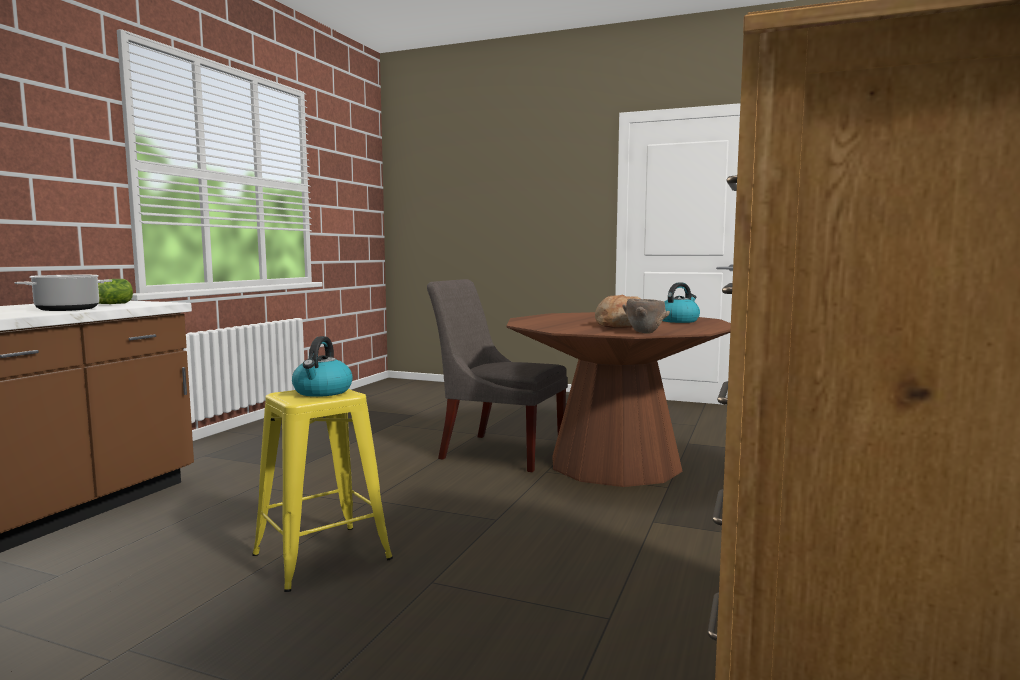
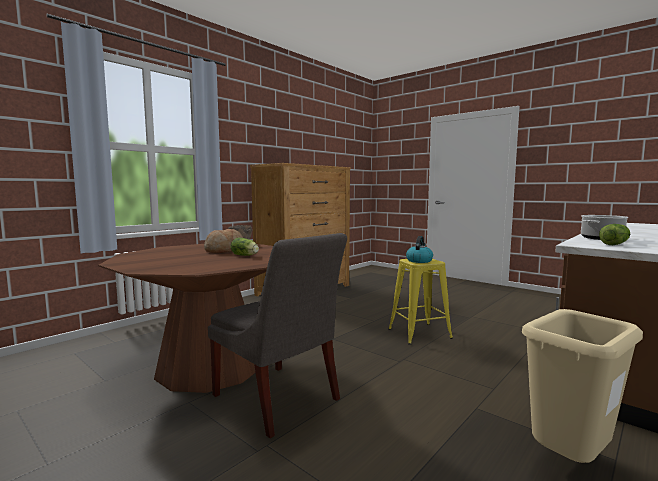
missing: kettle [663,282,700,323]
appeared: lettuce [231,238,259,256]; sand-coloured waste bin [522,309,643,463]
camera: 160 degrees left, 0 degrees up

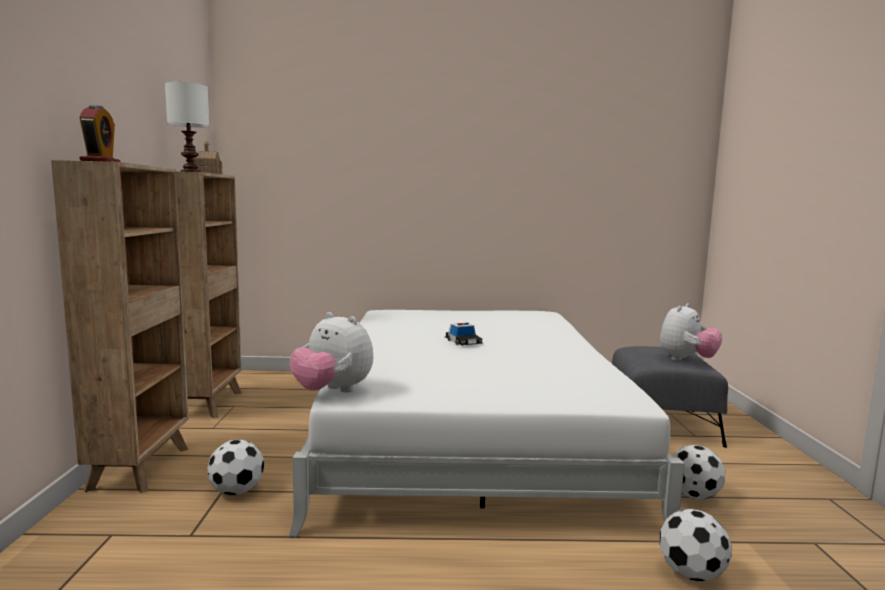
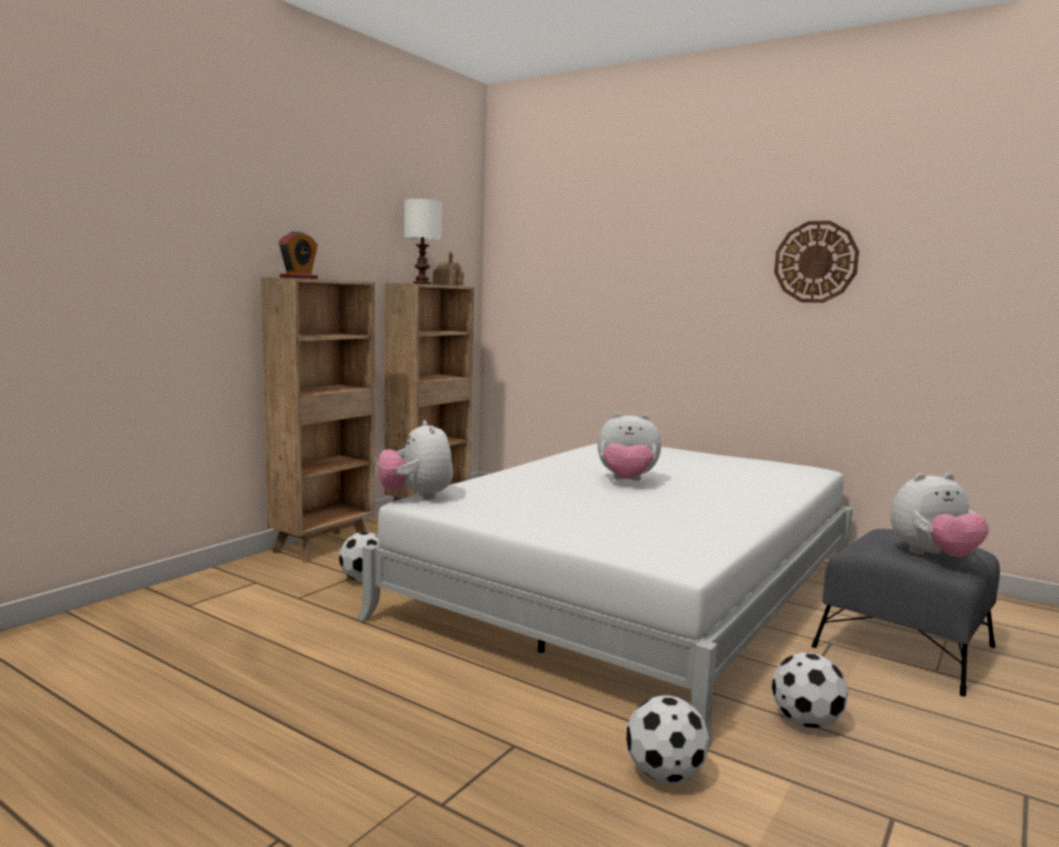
appeared: hanging clock [774,221,859,303]
exchanged: toy car [445,322,483,346] to plush toy [598,412,661,481]
camera: 35 degrees right, 0 degrees up

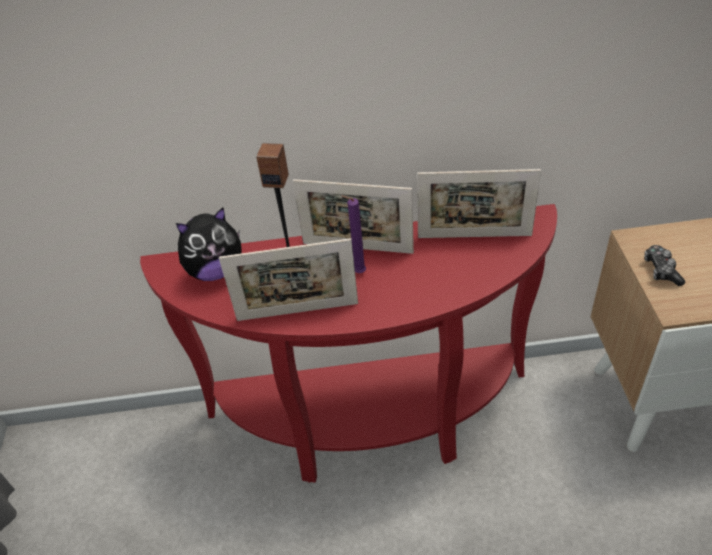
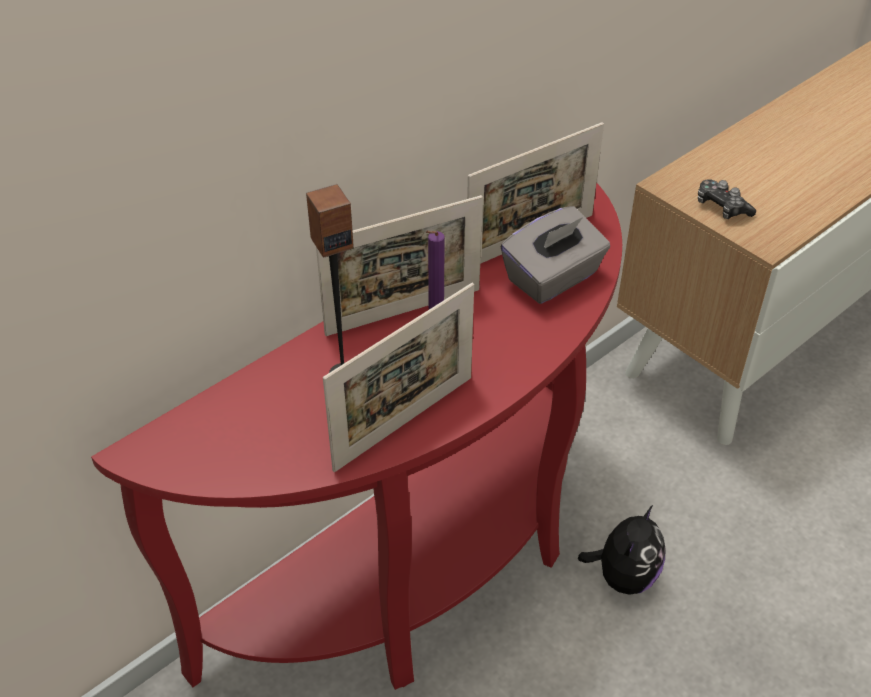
appeared: gray tissue holder [501,206,610,304]
relocated: plush toy [176,208,241,281] to [578,505,666,595]
camera: 40 degrees left, 0 degrees up

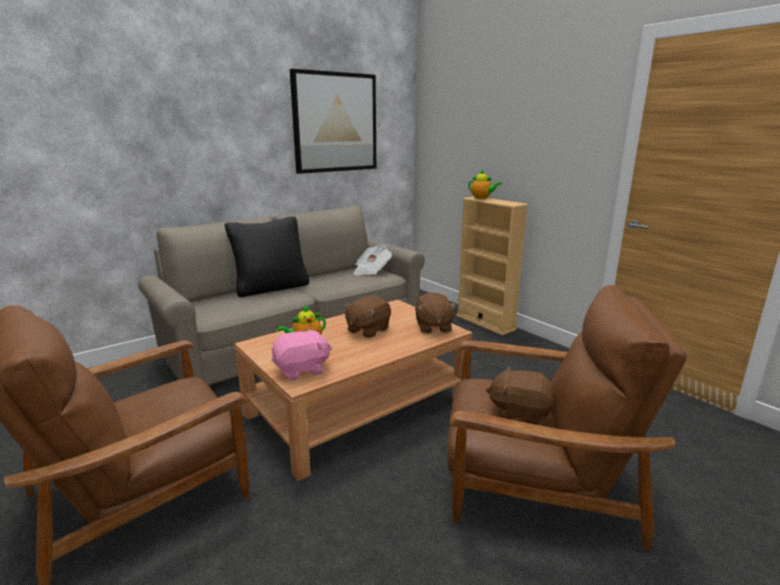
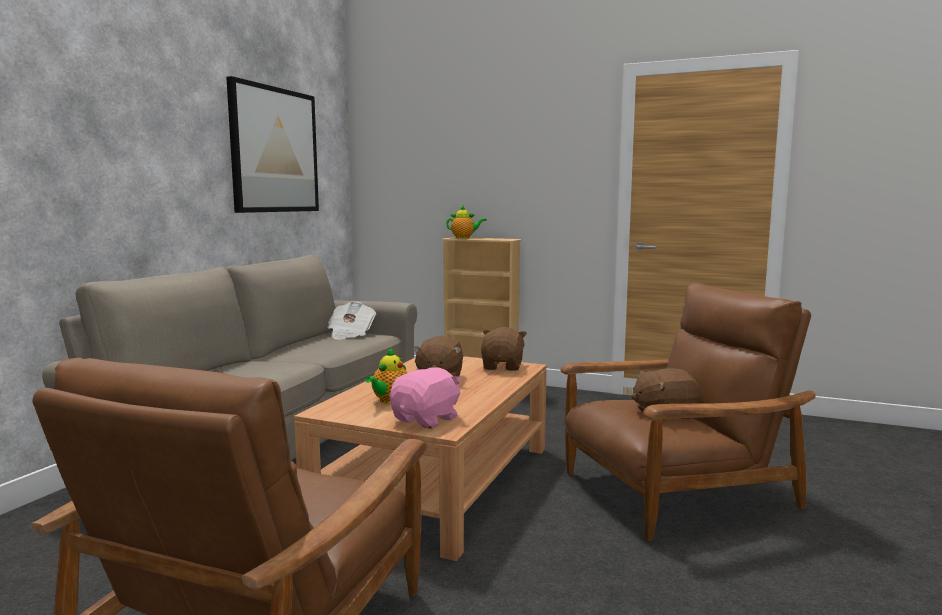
missing: blackish pillow [225,216,309,297]
spun: brown plush toy [415,292,457,333] = [481,327,527,371] 135 degrees counterclockwise
camera: 30 degrees left, 10 degrees down

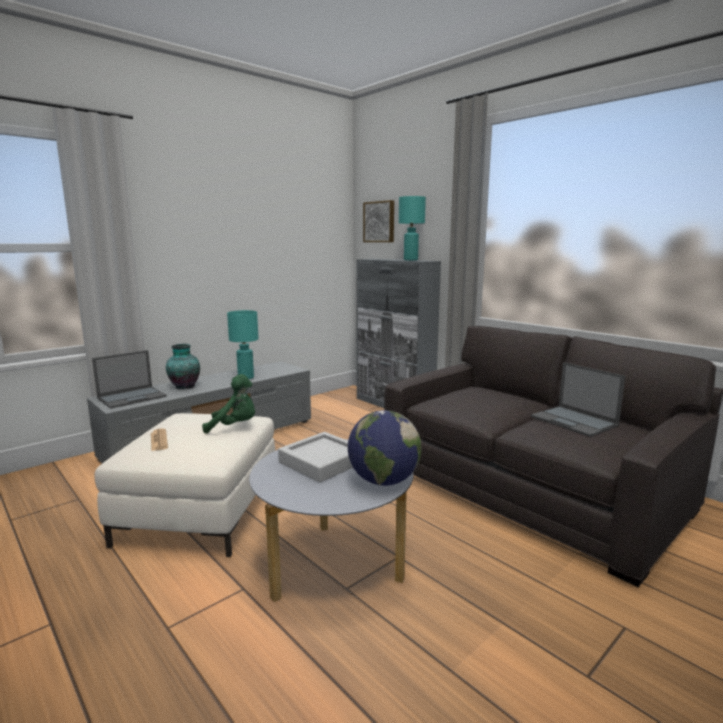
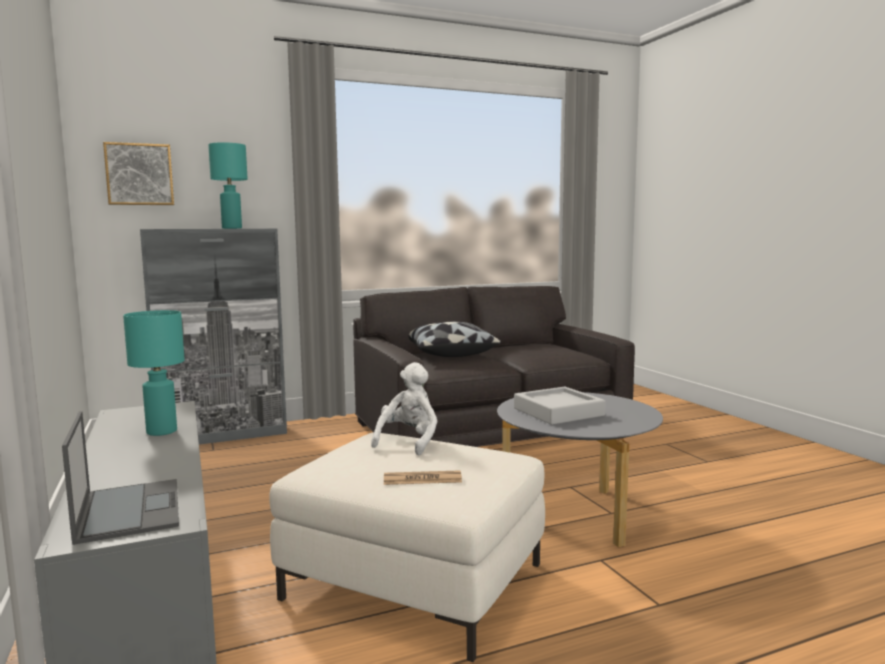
missing: decorative vase [166,344,200,389]; notebook computer [531,362,625,437]; desk globe [348,410,421,486]
appeared: pillow [409,322,501,357]
colour: greenish plush toy [202,374,255,434] to whitish plush toy [371,362,438,456]
camera: 70 degrees left, 5 degrees down

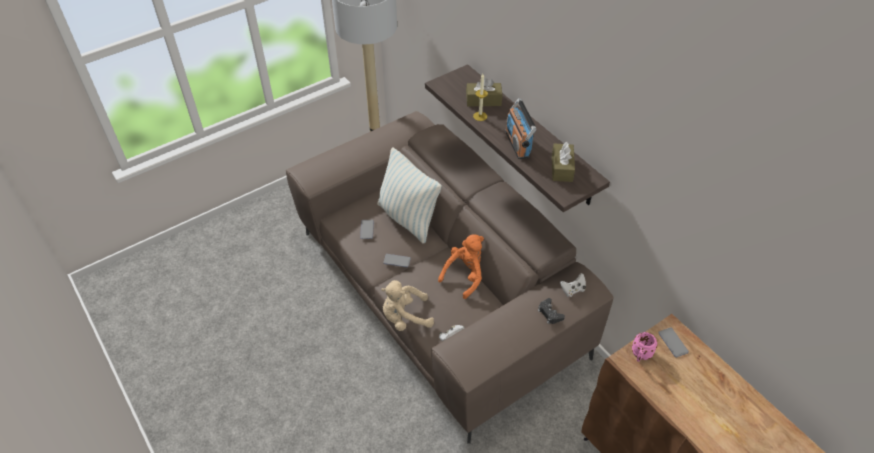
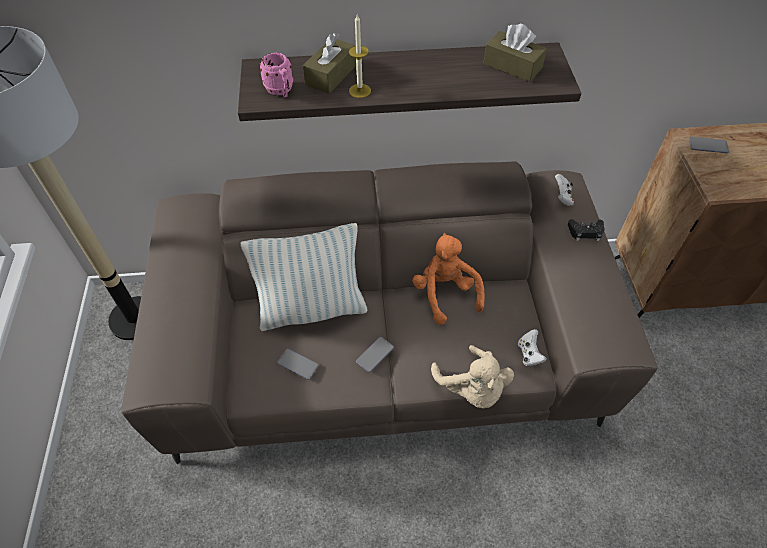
missing: radio [505,98,537,159]
relocated: pinkish mug [632,332,657,362] to [259,53,293,97]
spun: sand-coloured plush toy [381,280,434,331] = [431,345,514,408] 45 degrees counterclockwise
camera: 60 degrees left, 5 degrees up

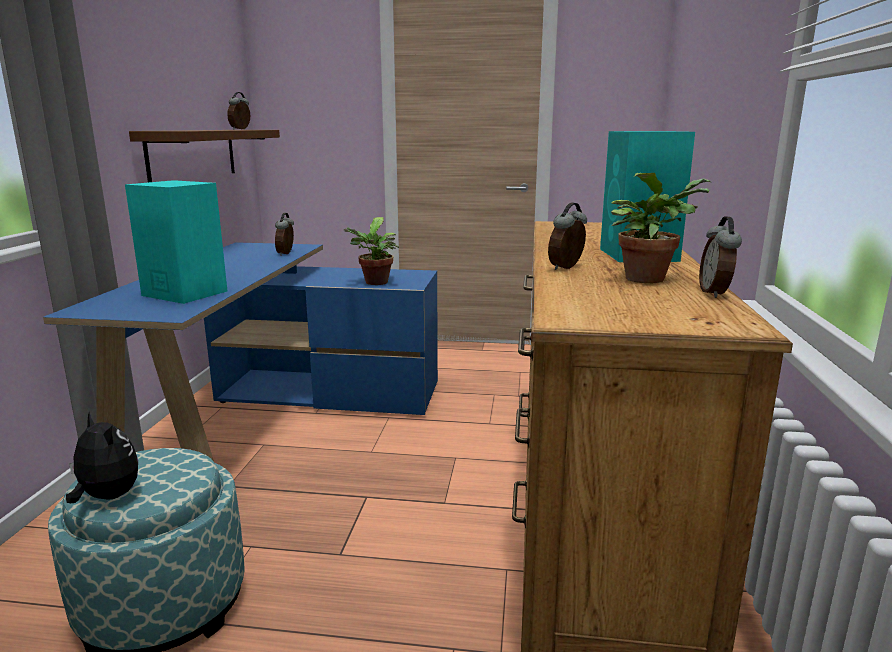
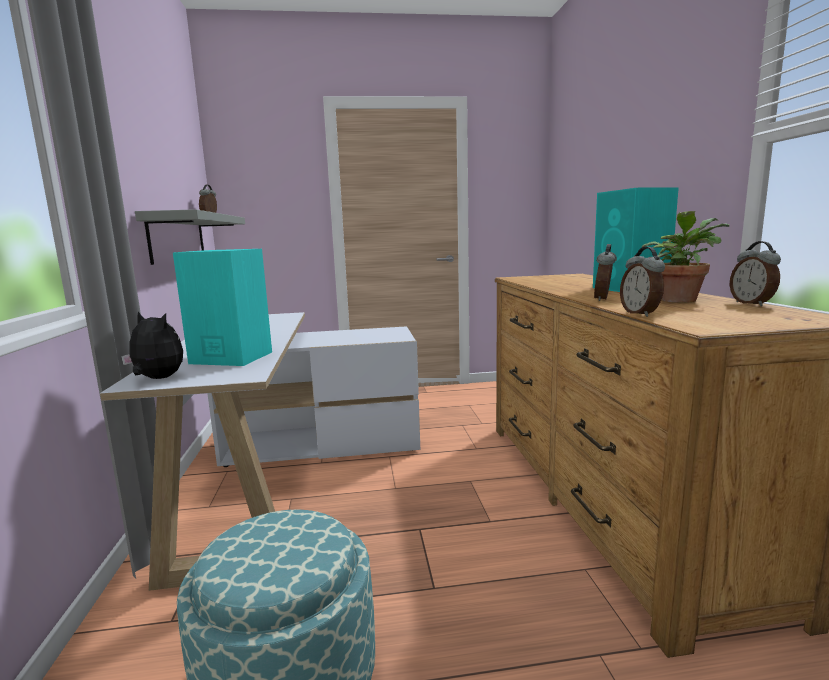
missing: potted plant [344,217,399,285]
relocated: bedside clock [275,213,294,256] to [620,247,665,317]; plush toy [66,412,138,503] to [121,311,183,379]
colour: brown bracket shelf [129,130,280,182] to gray bracket shelf [135,209,245,265]; blue desk [43,242,438,461] to whitish desk [100,312,420,591]
camera: 15 degrees left, 5 degrees down

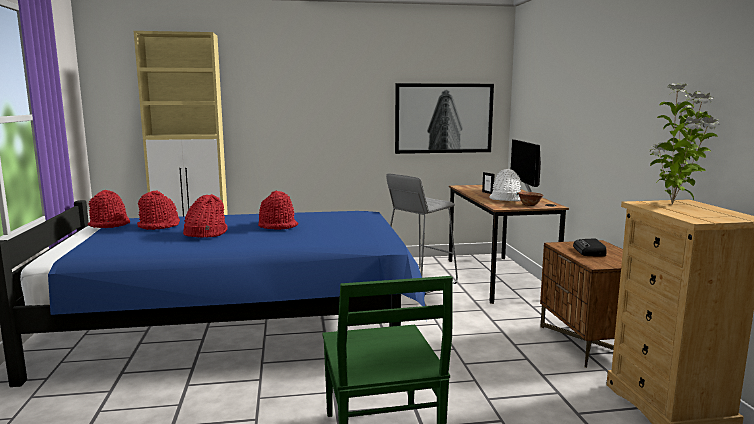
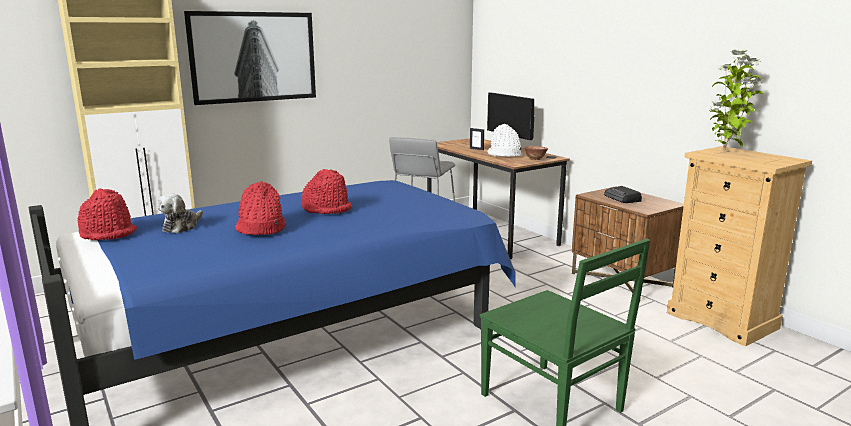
relocated: picture [395,83,494,154] to [184,11,316,105]
exchanged: reddish hat [137,190,180,230] to plush toy [157,193,203,233]
camera: 25 degrees left, 5 degrees up

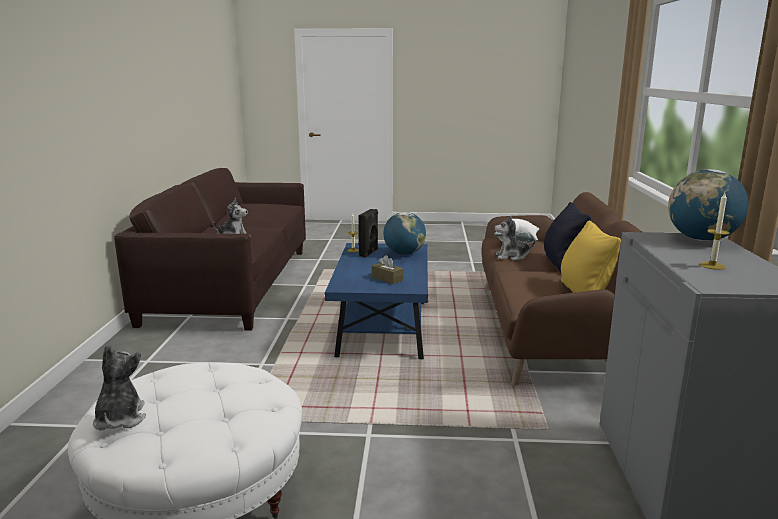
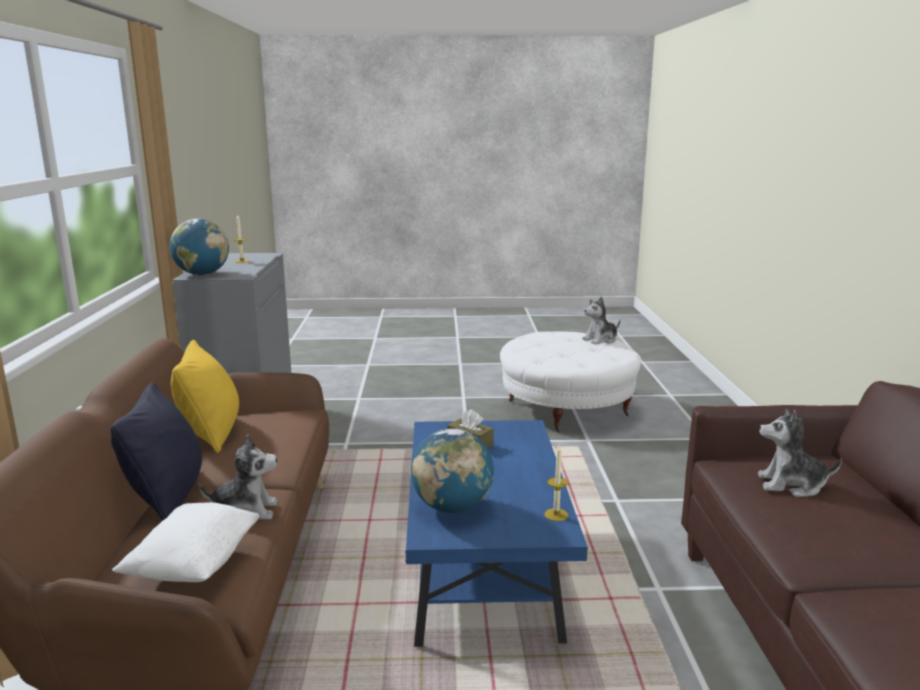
missing: blackish audio speaker [359,209,378,258]
spun: plush toy [93,345,146,431] = [582,297,620,345] 75 degrees clockwise
camera: 175 degrees right, 0 degrees up

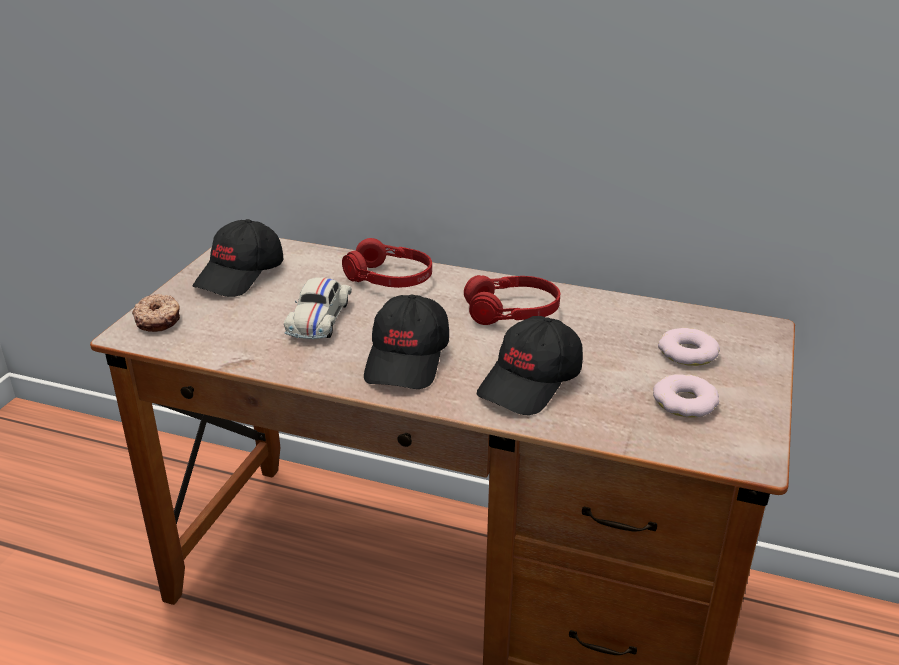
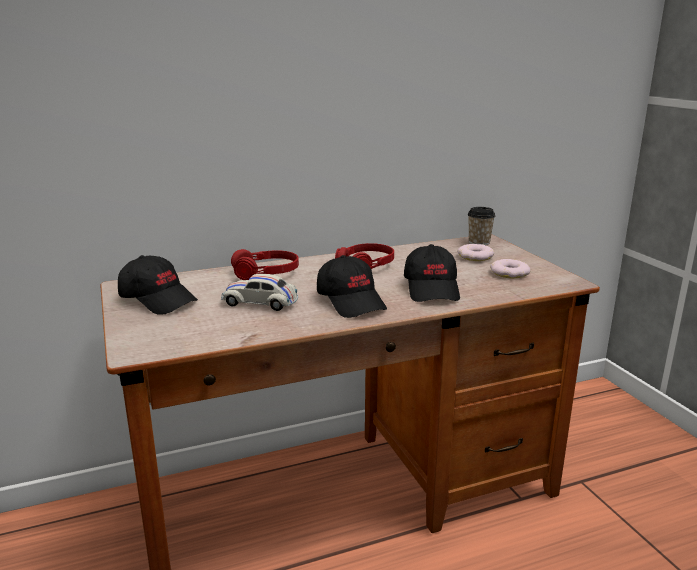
missing: ring doughnut [132,294,180,332]
appeared: small cup [468,207,495,245]
spun: blackish baseball cap [192,219,283,297] = [118,255,198,315] 45 degrees counterclockwise; whitish toy car [284,277,352,339] = [221,274,298,311] 135 degrees clockwise
camera: 40 degrees left, 10 degrees down

